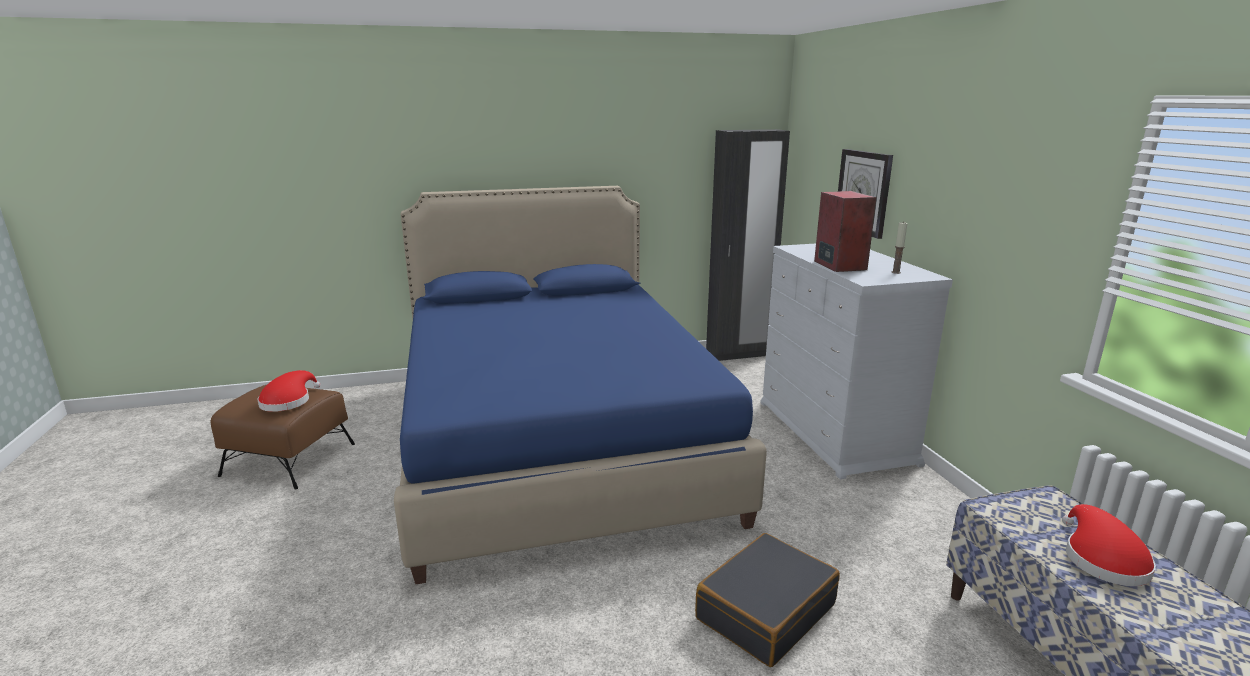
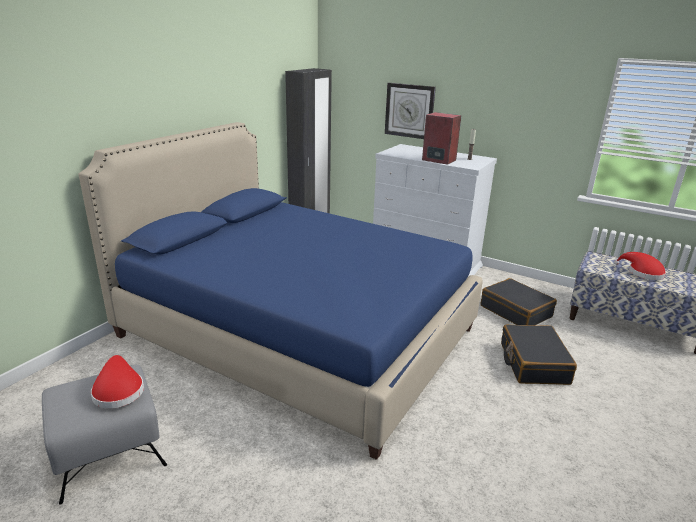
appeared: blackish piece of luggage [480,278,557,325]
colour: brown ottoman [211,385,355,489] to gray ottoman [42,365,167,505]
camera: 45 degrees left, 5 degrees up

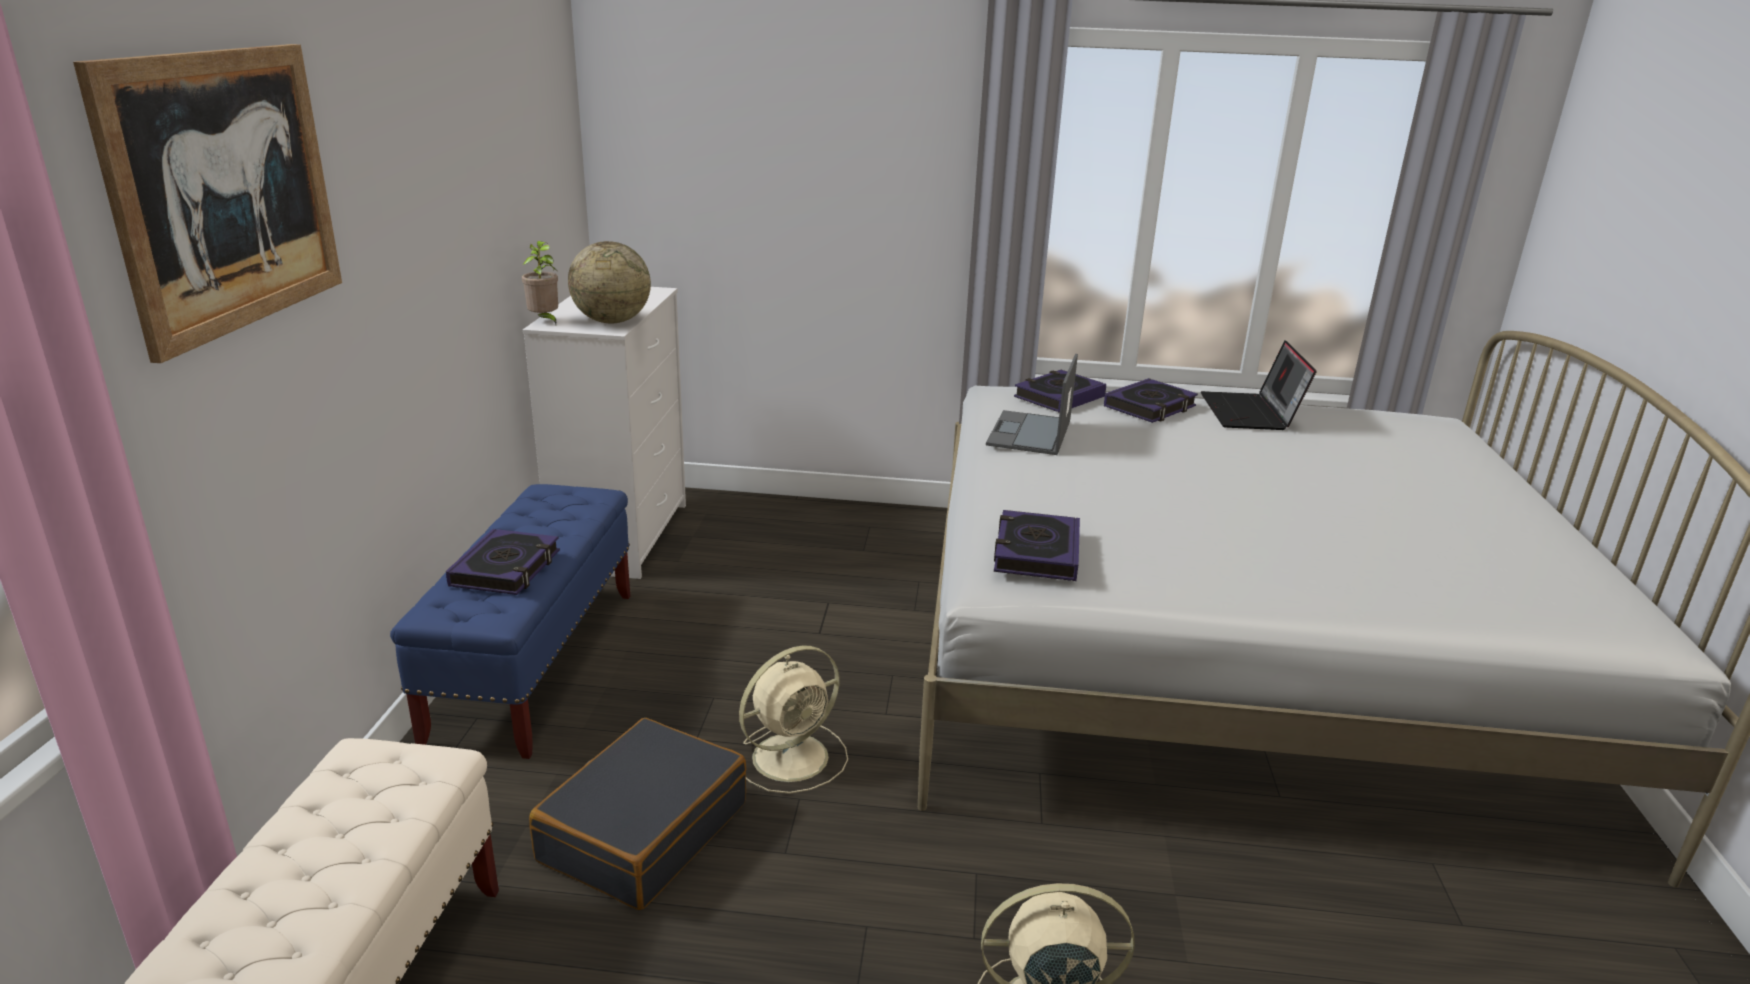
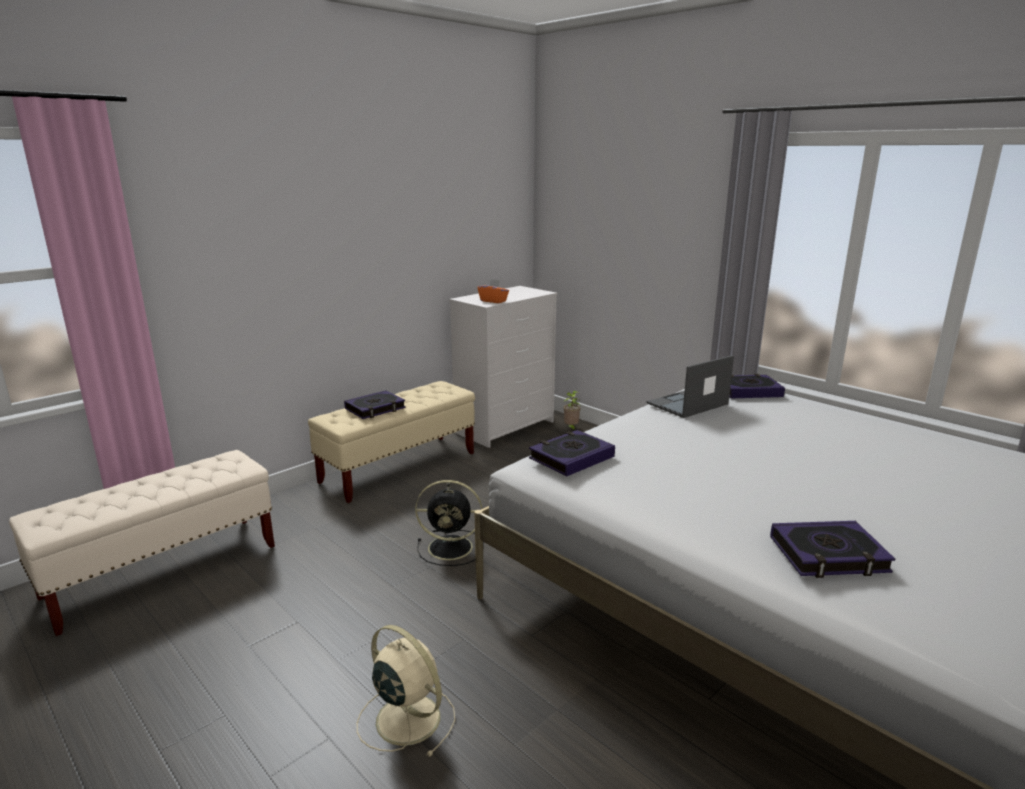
missing: picture [73,44,342,363]; notebook computer [1201,340,1317,430]; blackish piece of luggage [529,718,746,910]
relocated: potted plant [522,241,558,324] to [563,391,581,431]; bound book [1104,378,1198,423] to [770,521,896,578]
exchanged: desk globe [568,241,651,323] to orangey tissue holder [478,279,509,303]
colour: blue long seat [390,484,630,759] to sand-coloured long seat [308,381,475,503]; sand-coloured cooling fan [739,645,848,794] to blackish cooling fan [415,480,484,566]
camera: 40 degrees right, 5 degrees down

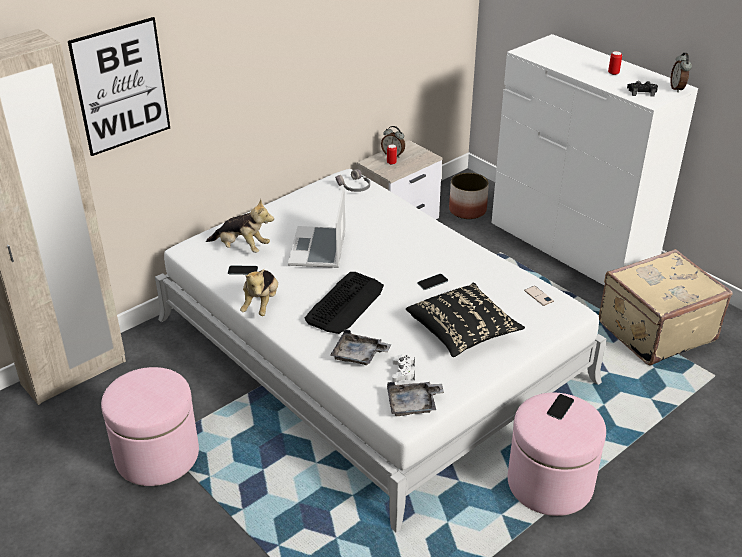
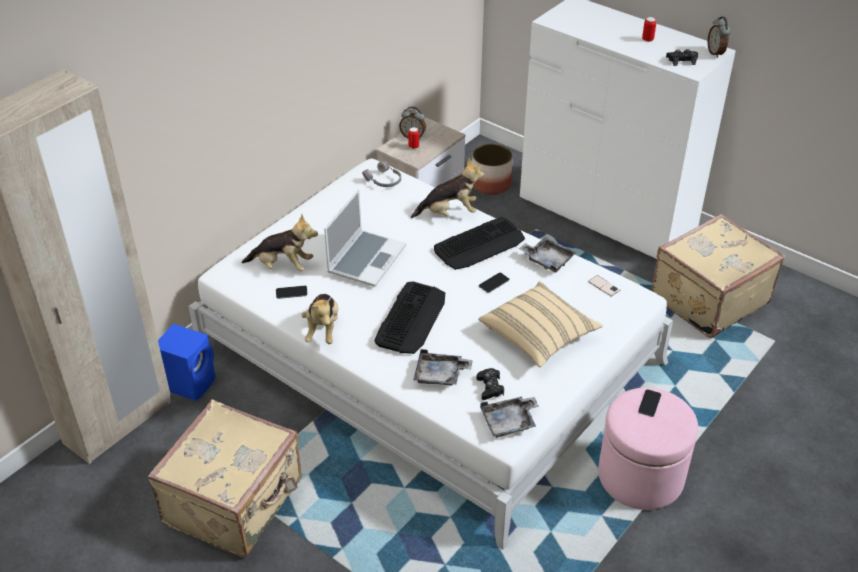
missing: picture [68,17,170,156]
appeared: plush toy [411,158,484,218]; PC keyboard [434,217,525,270]; gray tray [519,237,576,273]; blue audio speaker [158,324,216,401]
exchanged: pinkish ottoman [101,367,199,486] to sand-coloured piece of luggage [148,400,302,557]
colour: blackish pillow [406,283,525,357] to sand-coloured pillow [478,281,603,367]; whitish gamepad [392,354,415,382] to blackish gamepad [476,368,504,400]
spun: notebook computer [288,187,346,268] = [324,189,406,287] 150 degrees counterclockwise
camera: 10 degrees left, 5 degrees up

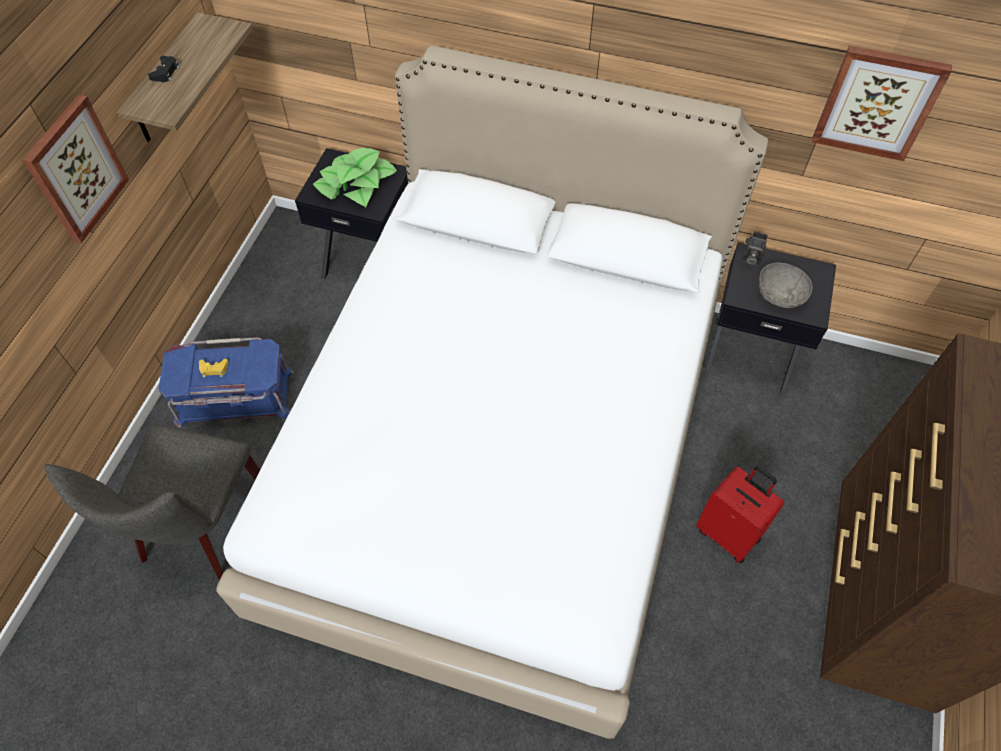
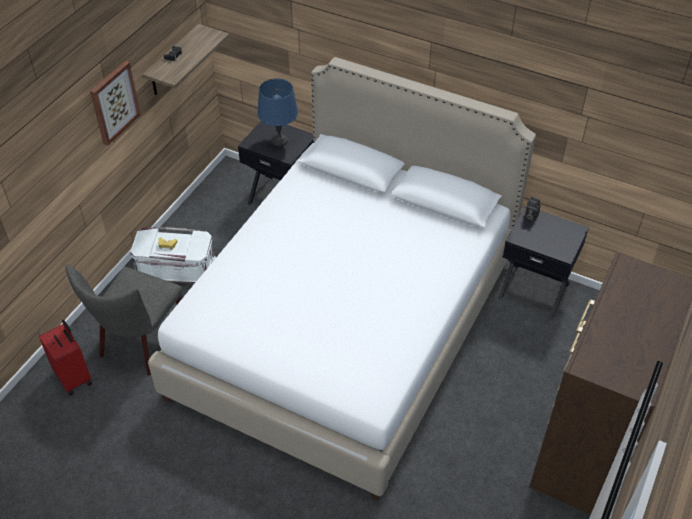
missing: picture [812,45,952,161]; gray serving bowl [759,263,812,308]
relocated: reddish piece of luggage [696,466,785,564] to [39,320,92,395]
exchanged: potted plant [313,148,397,207] to blue lamp for a table [257,78,298,146]
colour: blue storage box [158,337,294,427] to whitish storage box [130,227,216,284]
camera: 10 degrees right, 10 degrees down

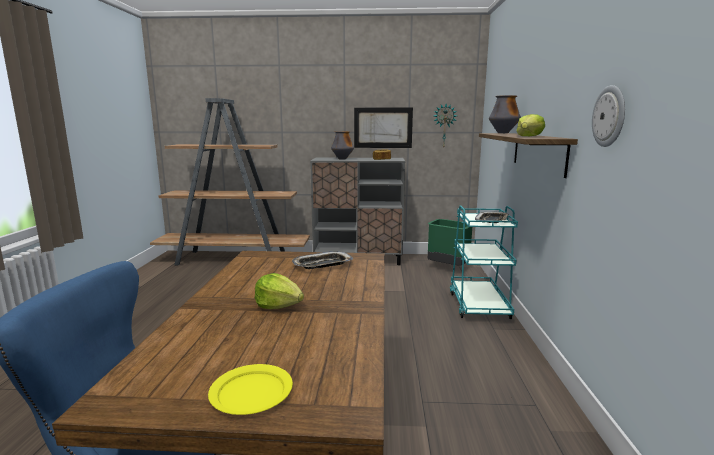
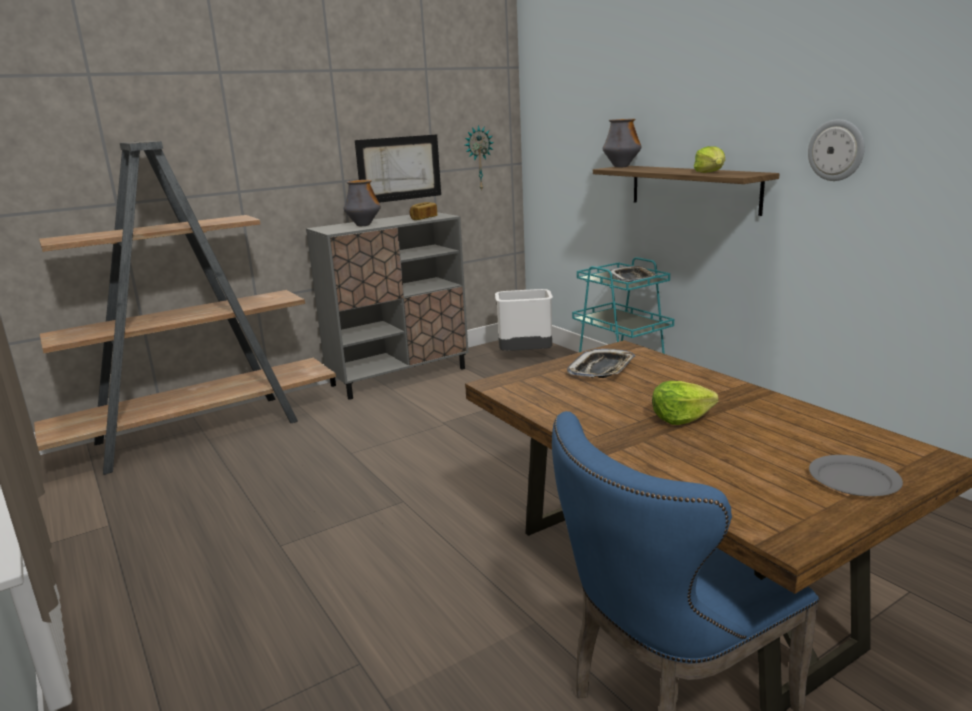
colour: greenish waste bin [428,219,472,266] to whitish waste bin [495,289,553,351]; yellow dinner plate [208,364,293,415] to gray dinner plate [809,455,903,496]
camera: 35 degrees left, 5 degrees up

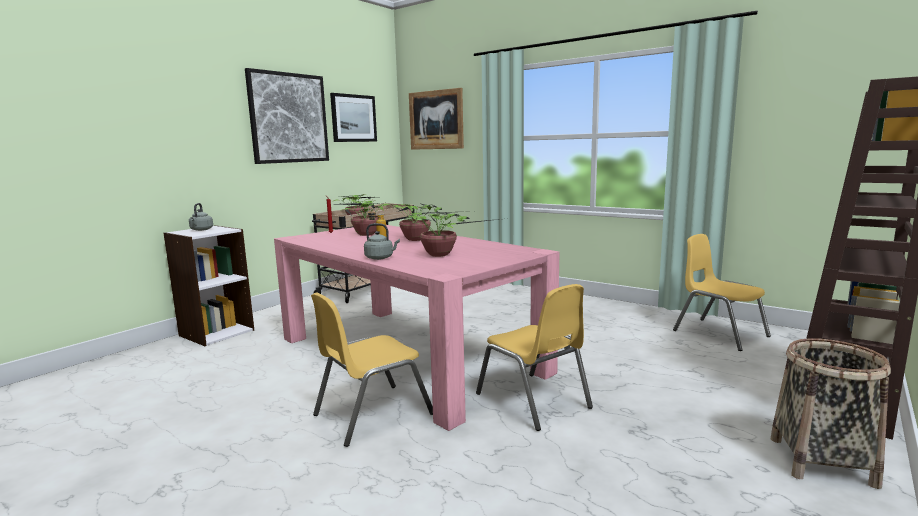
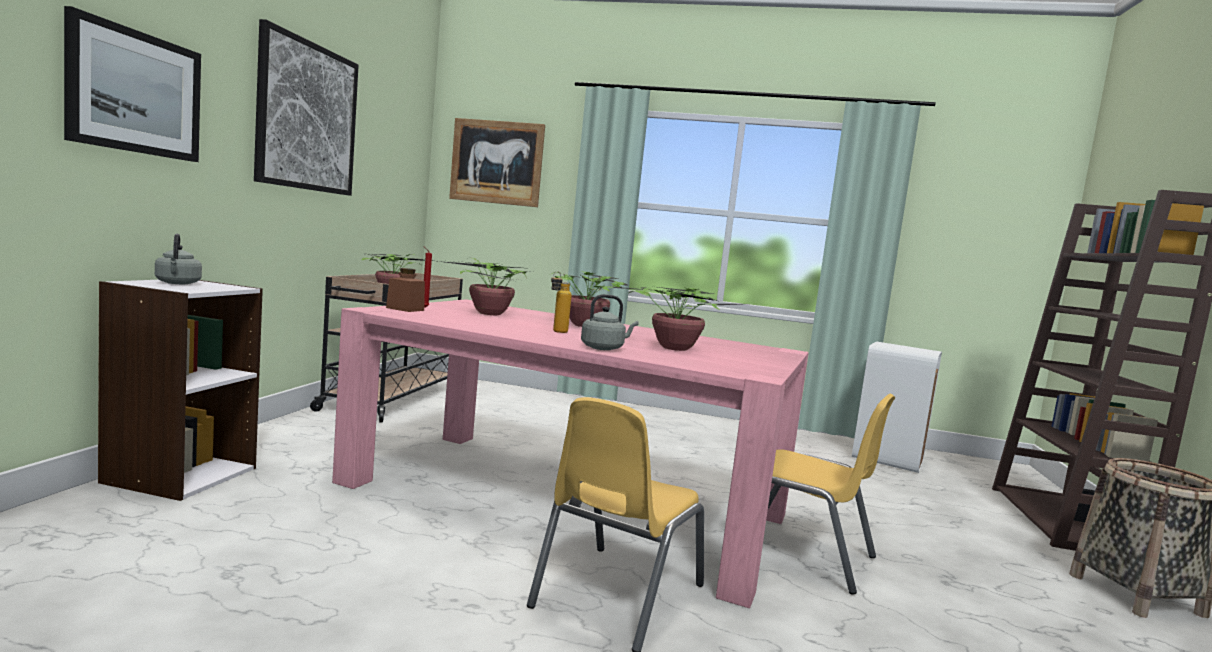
appeared: brown preserve jar [386,268,425,312]
relocated: picture [330,93,377,142] to [64,6,201,162]
exchanged: yellow chair [673,234,771,351] to whitish waste bin [852,342,942,473]
camera: 25 degrees left, 5 degrees down

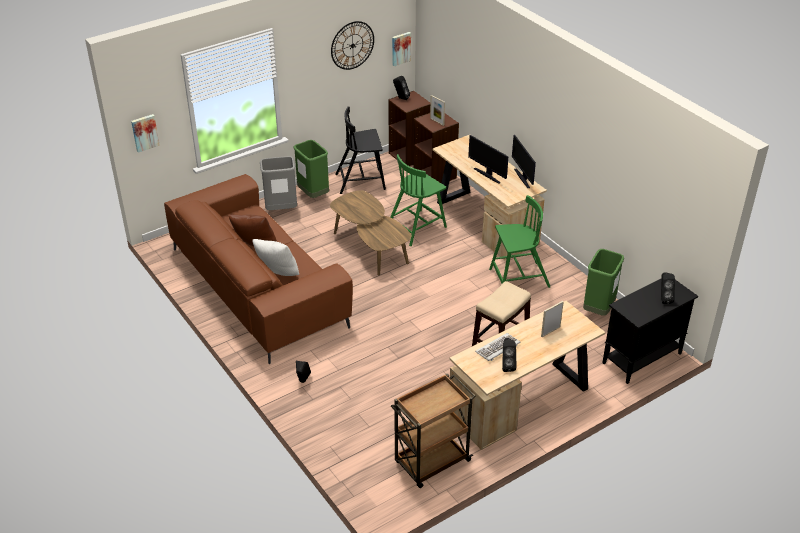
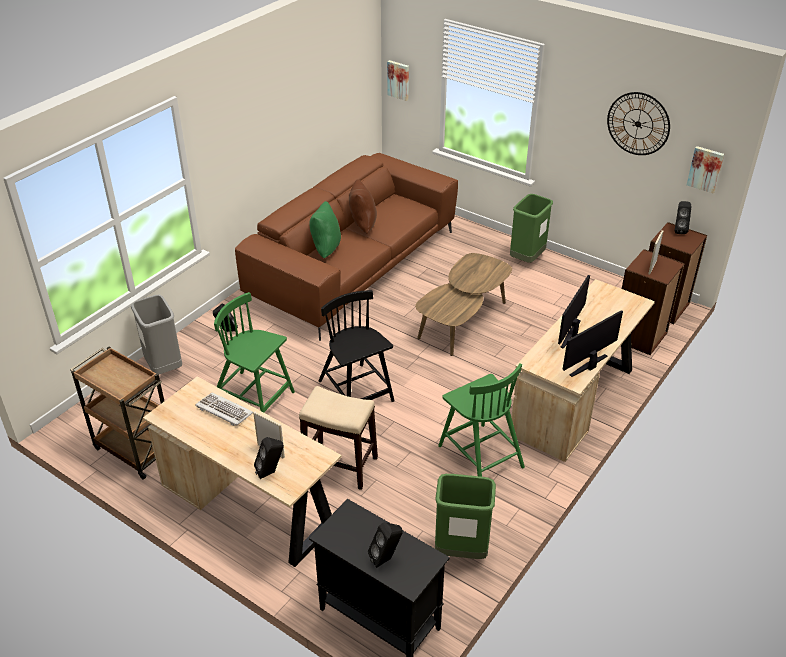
relocated: blackish chair [335,107,386,194] to [319,290,394,402]; greenish chair [390,154,447,246] to [214,292,295,413]; gray waste bin [260,156,297,210] to [131,294,182,374]; blackish audio speaker [502,338,517,372] to [254,437,284,479]
colour: whitish pillow [253,239,299,276] to greenish pillow [309,201,341,258]
camera: 70 degrees right, 0 degrees up

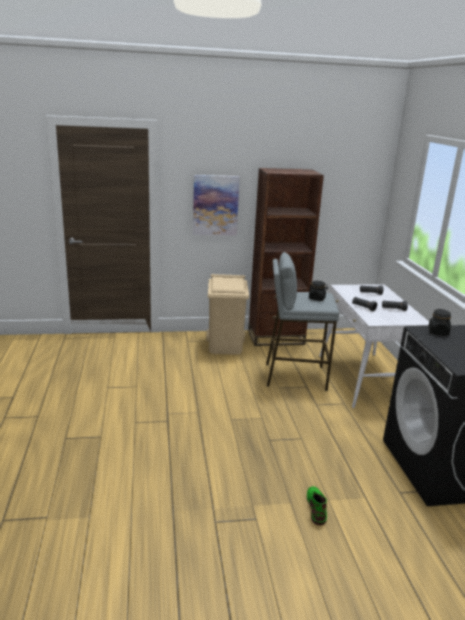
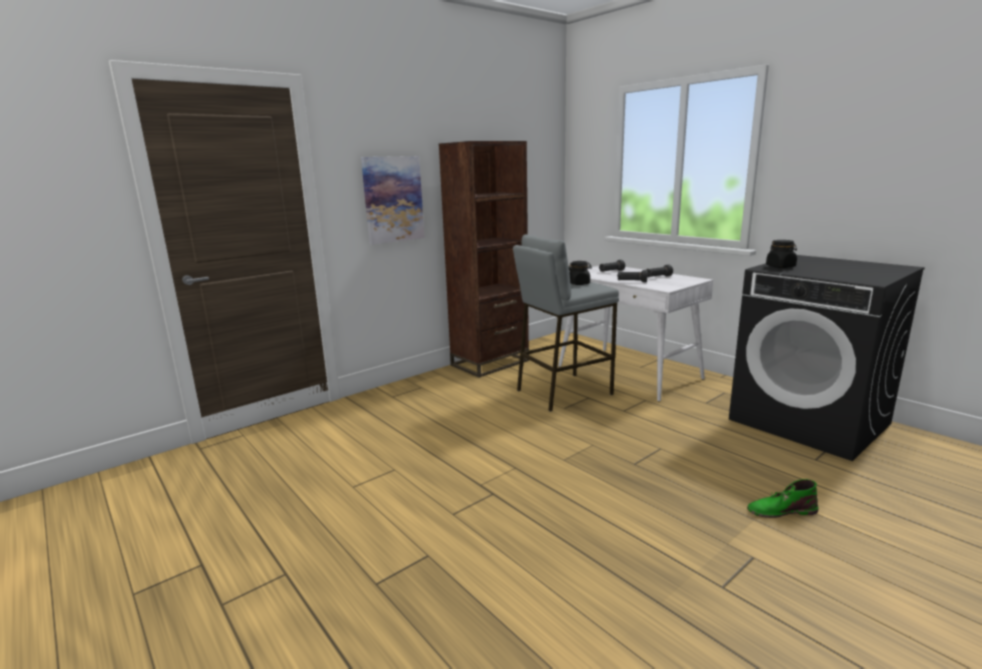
missing: sand-coloured waste bin [206,274,249,355]
spun: greenish boot [307,486,327,525] = [747,479,818,518] 60 degrees counterclockwise
camera: 30 degrees left, 5 degrees down

